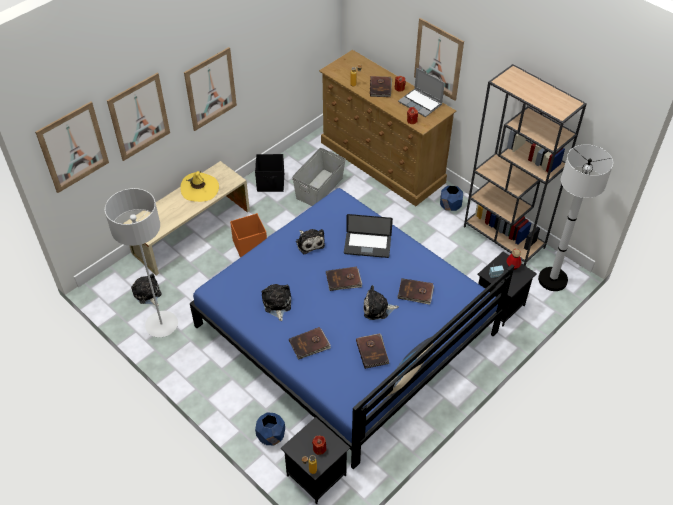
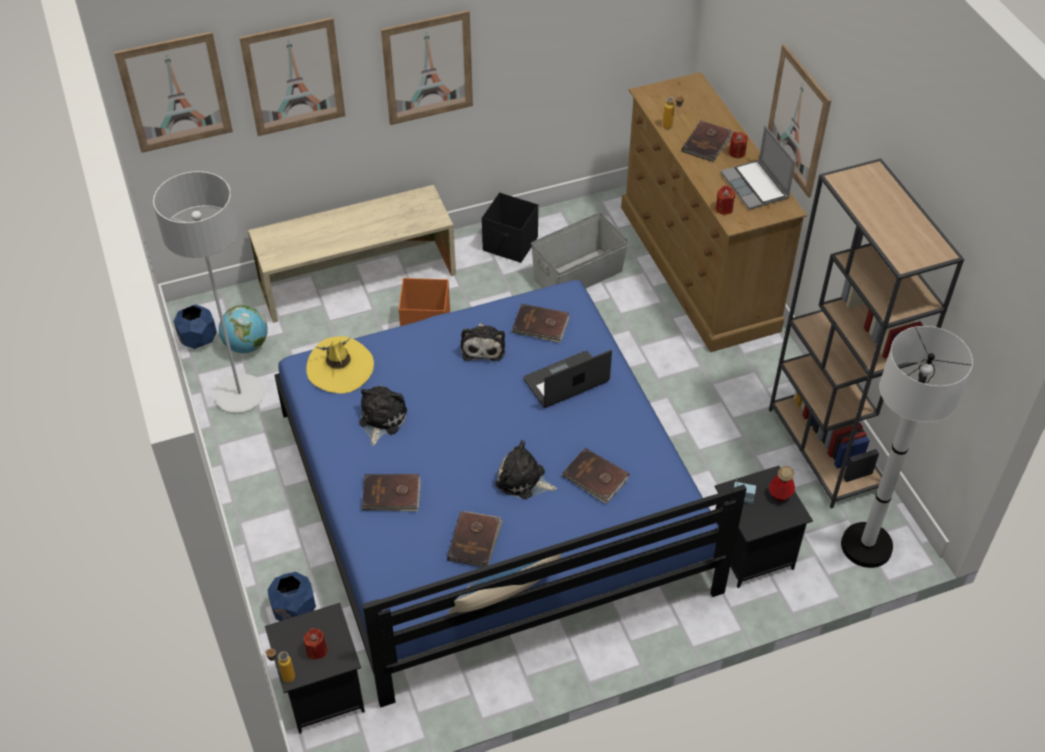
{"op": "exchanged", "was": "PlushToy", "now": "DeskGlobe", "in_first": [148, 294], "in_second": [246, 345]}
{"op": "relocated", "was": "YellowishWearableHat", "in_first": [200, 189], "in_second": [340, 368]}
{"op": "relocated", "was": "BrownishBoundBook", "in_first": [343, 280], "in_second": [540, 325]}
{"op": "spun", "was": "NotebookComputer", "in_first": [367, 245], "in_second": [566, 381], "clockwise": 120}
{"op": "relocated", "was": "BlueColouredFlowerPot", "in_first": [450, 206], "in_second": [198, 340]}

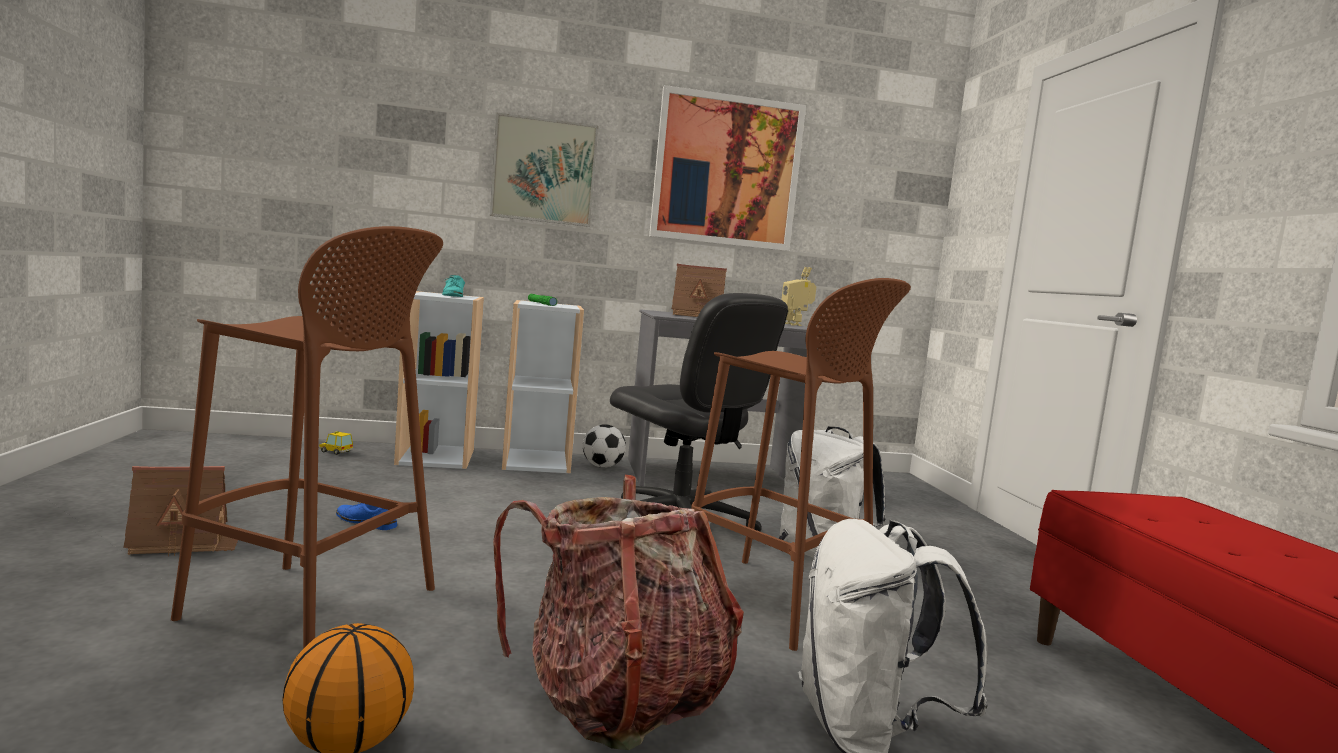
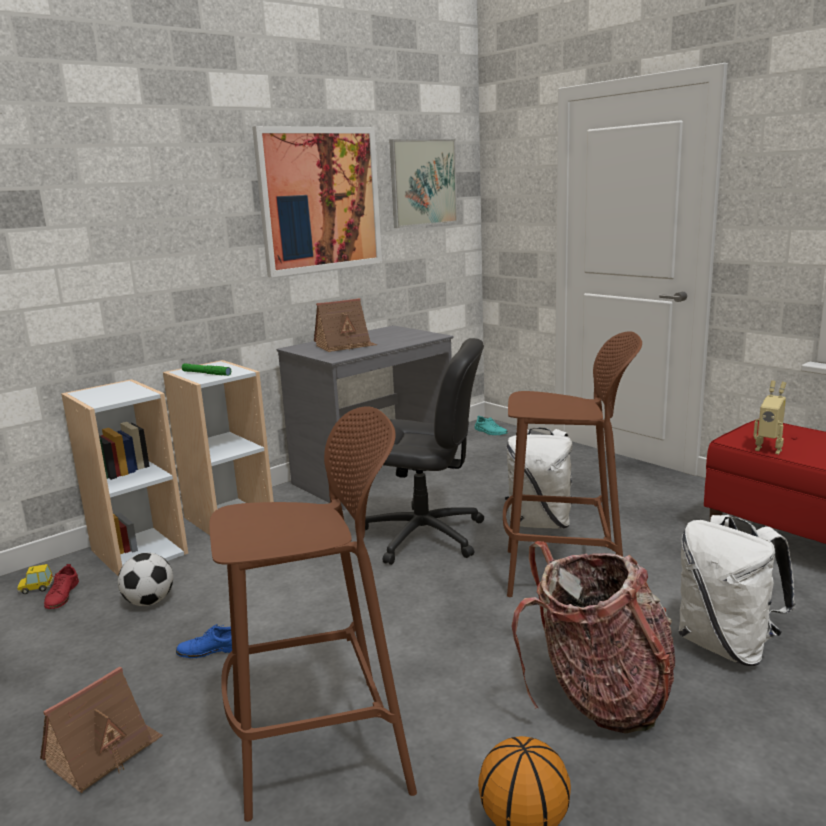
{"op": "relocated", "was": "BlueGreenShoe", "in_first": [453, 296], "in_second": [490, 432]}
{"op": "relocated", "was": "WallArt", "in_first": [544, 171], "in_second": [423, 182]}
{"op": "relocated", "was": "BallForFootball", "in_first": [602, 466], "in_second": [149, 602]}
{"op": "relocated", "was": "ModelRobot", "in_first": [795, 325], "in_second": [769, 449]}
{"op": "appeared", "now": "RedColouredShoe", "in_second": [62, 595]}

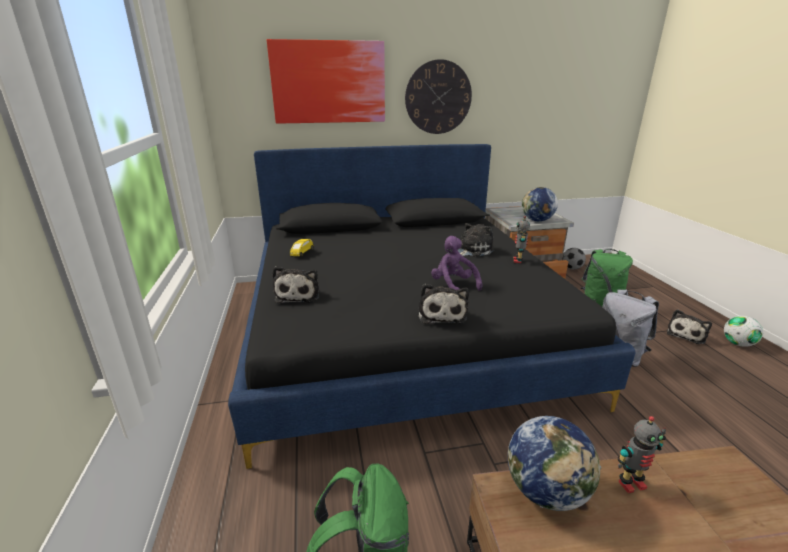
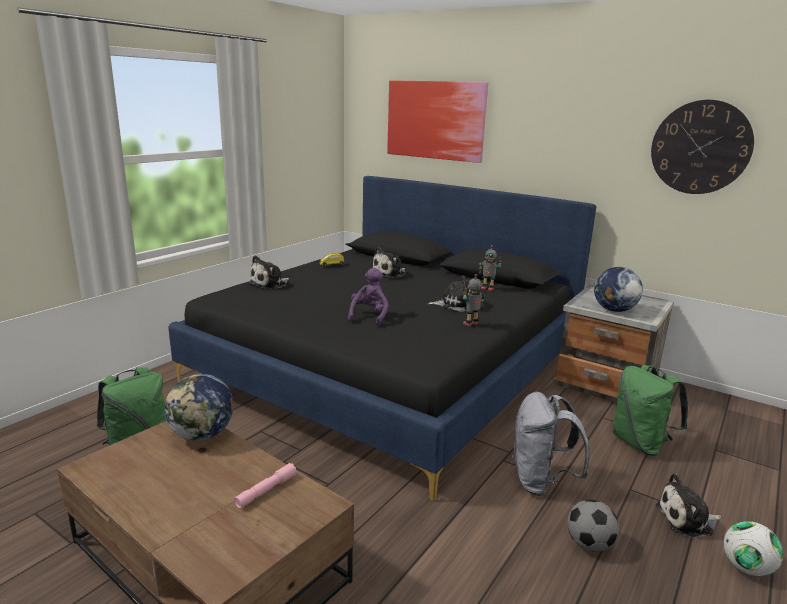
{"op": "relocated", "was": "ClockOnTheWall", "in_first": [438, 97], "in_second": [700, 147]}
{"op": "relocated", "was": "PlushToy", "in_first": [442, 313], "in_second": [390, 273]}
{"op": "relocated", "was": "BallForFootball", "in_first": [572, 268], "in_second": [589, 544]}
{"op": "relocated", "was": "ModelRobot", "in_first": [630, 483], "in_second": [487, 288]}
{"op": "appeared", "now": "PinkColouredFlashlight", "in_second": [266, 491]}

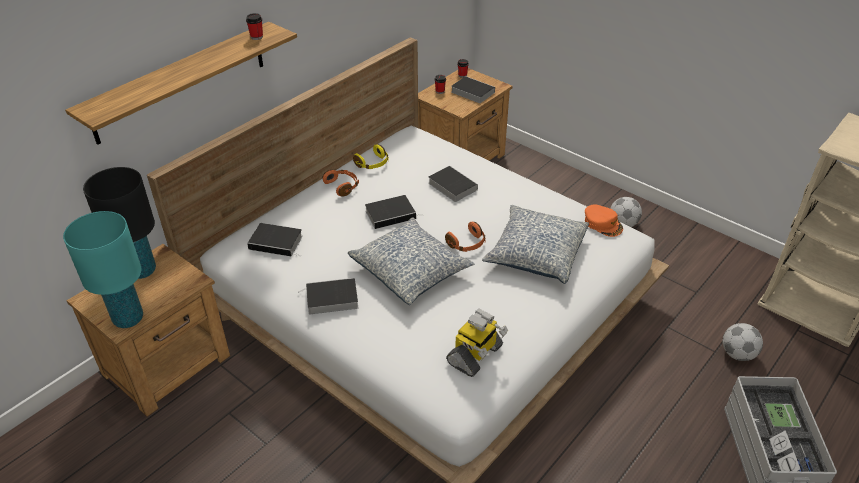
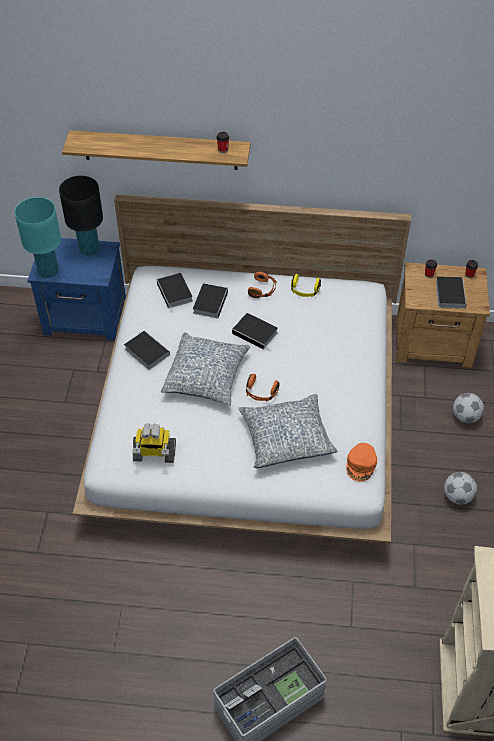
{"op": "colour", "was": "BrownishNightTable", "now": "BlueColouredNightTable", "in_first": [169, 365], "in_second": [86, 317]}
{"op": "relocated", "was": "BoundBook", "in_first": [451, 186], "in_second": [210, 302]}
{"op": "relocated", "was": "BallForFootball", "in_first": [737, 354], "in_second": [465, 417]}

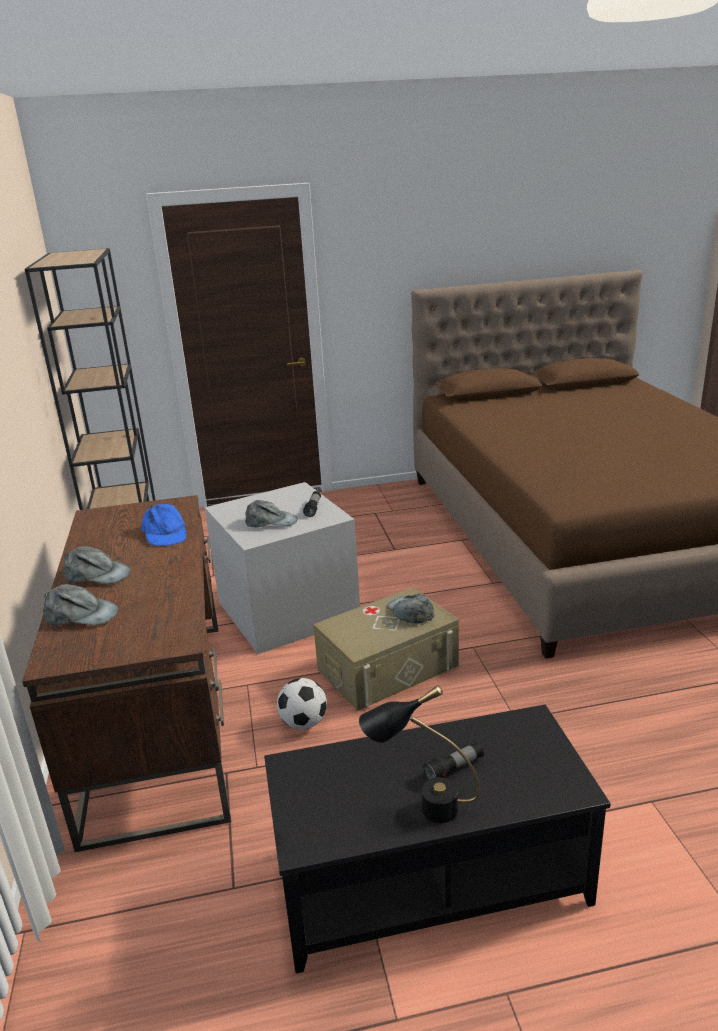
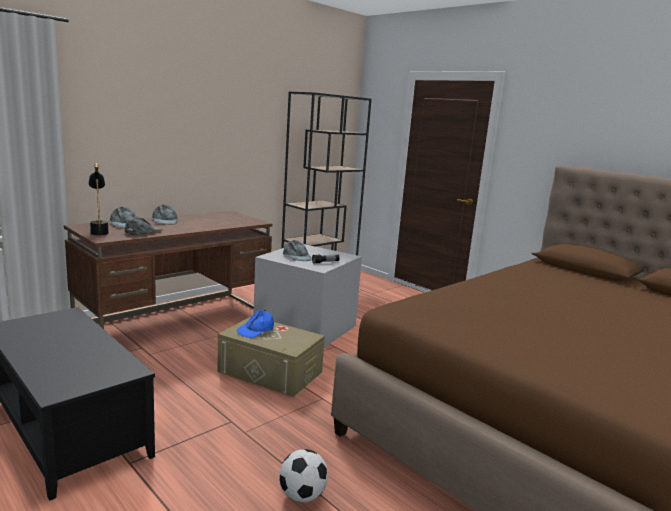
{"op": "relocated", "was": "BlueColouredPeakedCap", "in_first": [165, 533], "in_second": [256, 330]}
{"op": "relocated", "was": "BallForFootball", "in_first": [304, 723], "in_second": [302, 496]}
{"op": "relocated", "was": "BlackishLampForATable", "in_first": [421, 808], "in_second": [99, 231]}
{"op": "relocated", "was": "GreyPeakedCap", "in_first": [410, 611], "in_second": [143, 232]}
{"op": "missing", "was": "Flashlight", "in_first": [454, 768]}

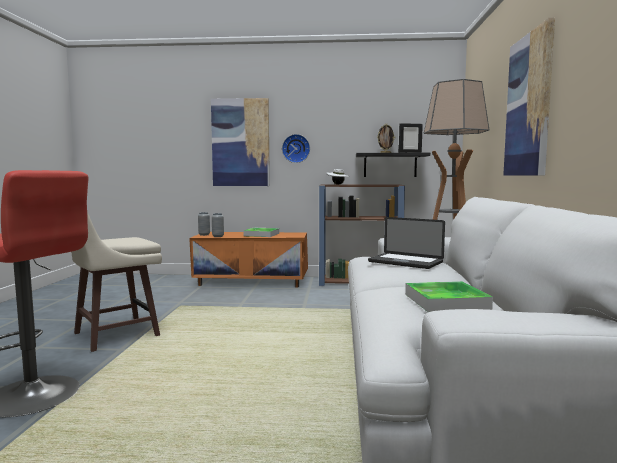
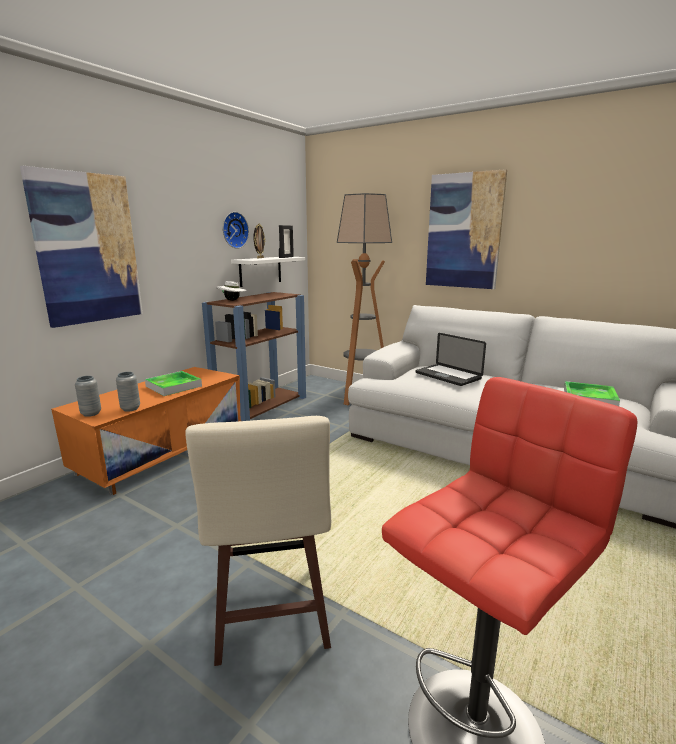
{"op": "relocated", "was": "ClockOnTheWall", "in_first": [296, 148], "in_second": [234, 230]}
{"op": "colour", "was": "BlackishShelf", "now": "WhitishShelf", "in_first": [390, 165], "in_second": [260, 271]}
{"op": "spun", "was": "NotebookComputer", "in_first": [405, 262], "in_second": [448, 376], "clockwise": 75}

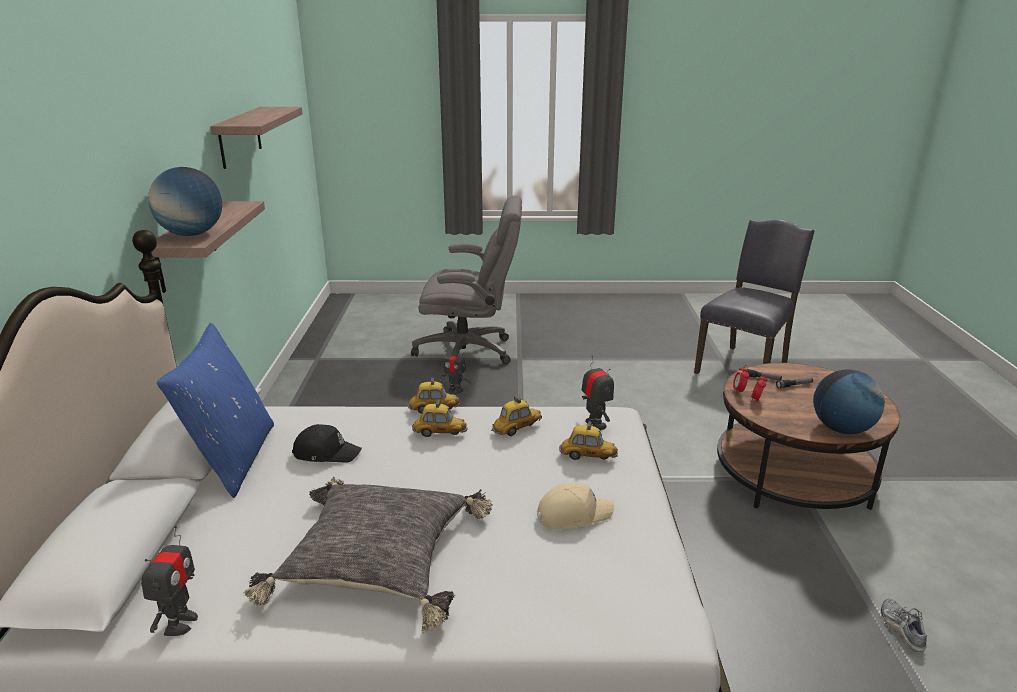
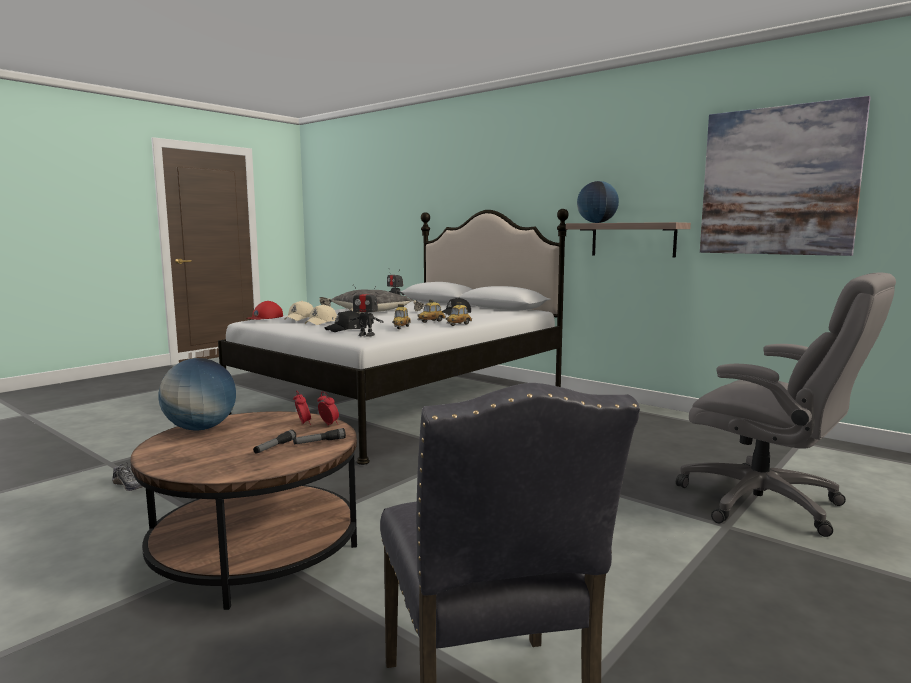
{"op": "missing", "was": "BlueColouredCushion", "in_first": [233, 459]}
{"op": "exchanged", "was": "Shelf", "now": "WallArt", "in_first": [240, 137], "in_second": [778, 181]}
{"op": "spun", "was": "GreyOfficeChair", "in_first": [471, 353], "in_second": [771, 506], "clockwise": -90}
{"op": "missing", "was": "ModelRobot", "in_first": [455, 390]}
{"op": "exchanged", "was": "MiniatureCar", "now": "BlackishPeakedCap", "in_first": [588, 456], "in_second": [347, 329]}
{"op": "appeared", "now": "RedColouredPeakedCap", "in_second": [265, 317]}
{"op": "appeared", "now": "BeigePeakedCap", "in_second": [300, 318]}

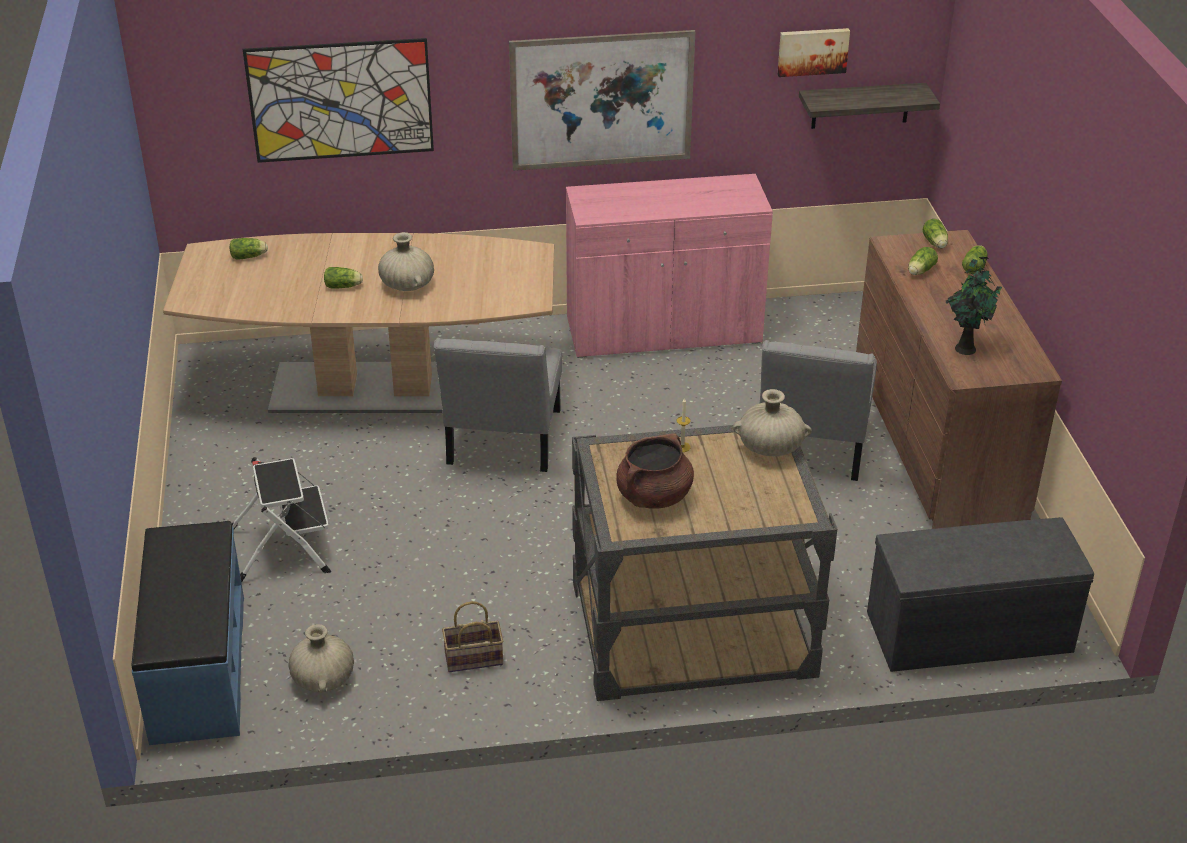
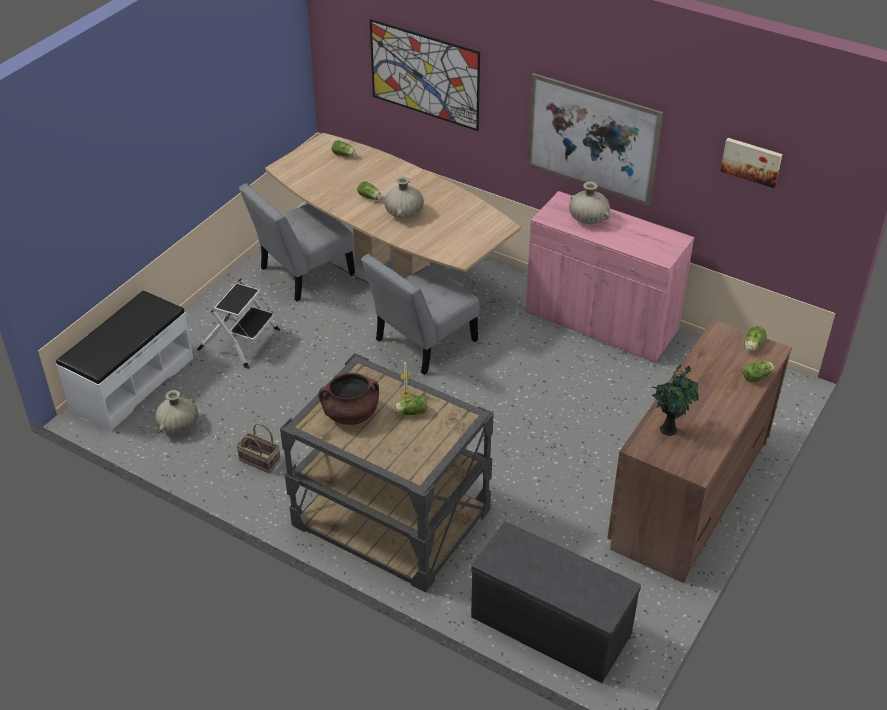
{"op": "colour", "was": "BlueColouredLongSeat", "now": "WhitishLongSeat", "in_first": [197, 668], "in_second": [132, 383]}
{"op": "relocated", "was": "BeigeFlowerVase", "in_first": [770, 448], "in_second": [588, 219]}
{"op": "relocated", "was": "GreyChair", "in_first": [810, 448], "in_second": [302, 273]}
{"op": "missing", "was": "Shelf", "in_first": [860, 105]}
{"op": "relocated", "was": "Lettuce", "in_first": [920, 271], "in_second": [410, 412]}

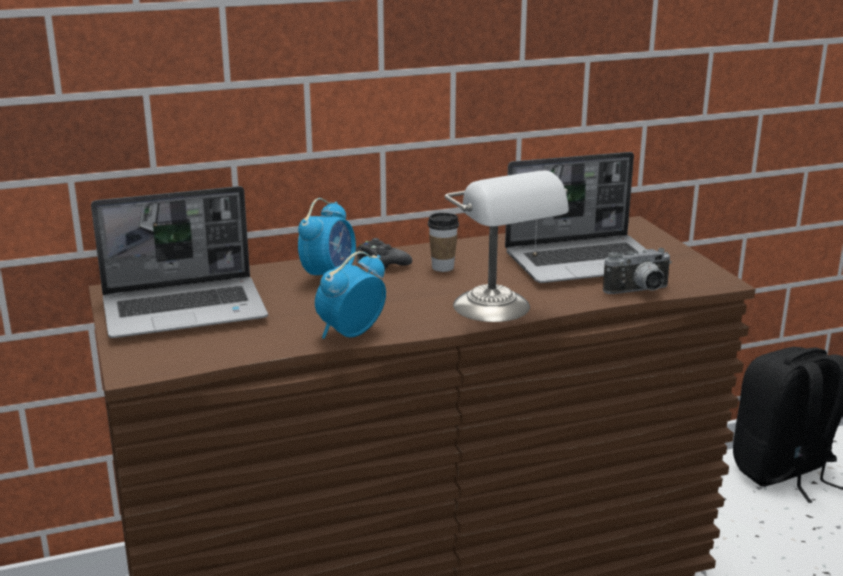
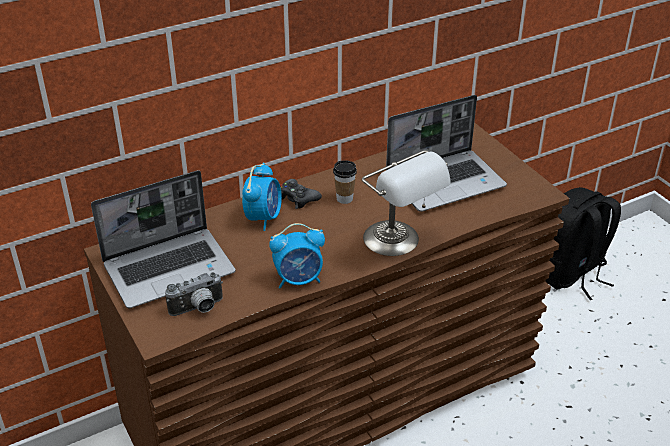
{"op": "spun", "was": "BedsideClock", "in_first": [350, 333], "in_second": [299, 279], "clockwise": -135}
{"op": "relocated", "was": "StillCamera", "in_first": [639, 292], "in_second": [198, 309]}

